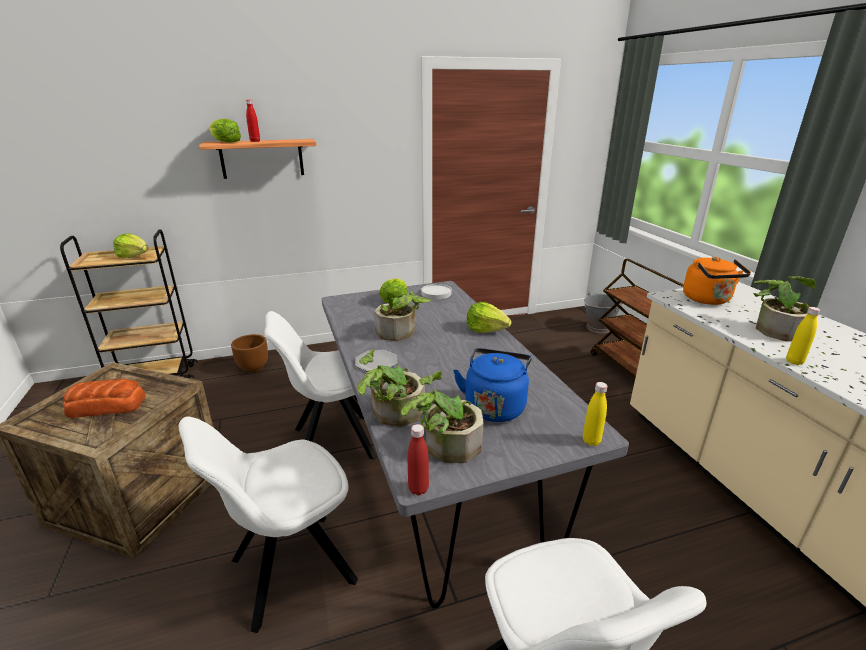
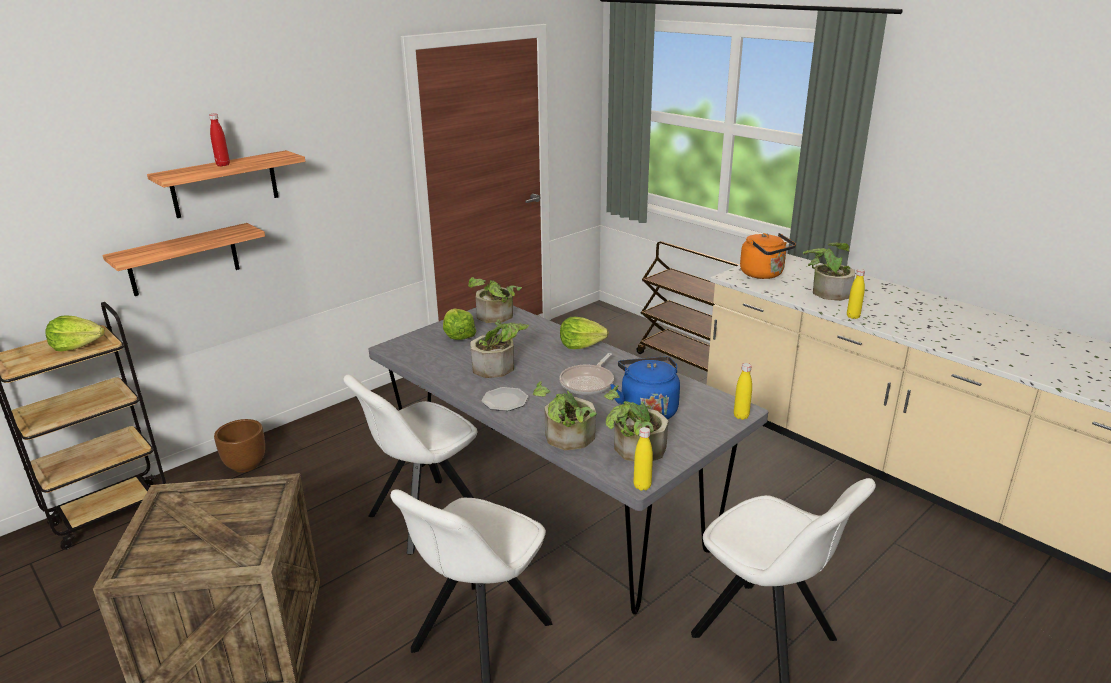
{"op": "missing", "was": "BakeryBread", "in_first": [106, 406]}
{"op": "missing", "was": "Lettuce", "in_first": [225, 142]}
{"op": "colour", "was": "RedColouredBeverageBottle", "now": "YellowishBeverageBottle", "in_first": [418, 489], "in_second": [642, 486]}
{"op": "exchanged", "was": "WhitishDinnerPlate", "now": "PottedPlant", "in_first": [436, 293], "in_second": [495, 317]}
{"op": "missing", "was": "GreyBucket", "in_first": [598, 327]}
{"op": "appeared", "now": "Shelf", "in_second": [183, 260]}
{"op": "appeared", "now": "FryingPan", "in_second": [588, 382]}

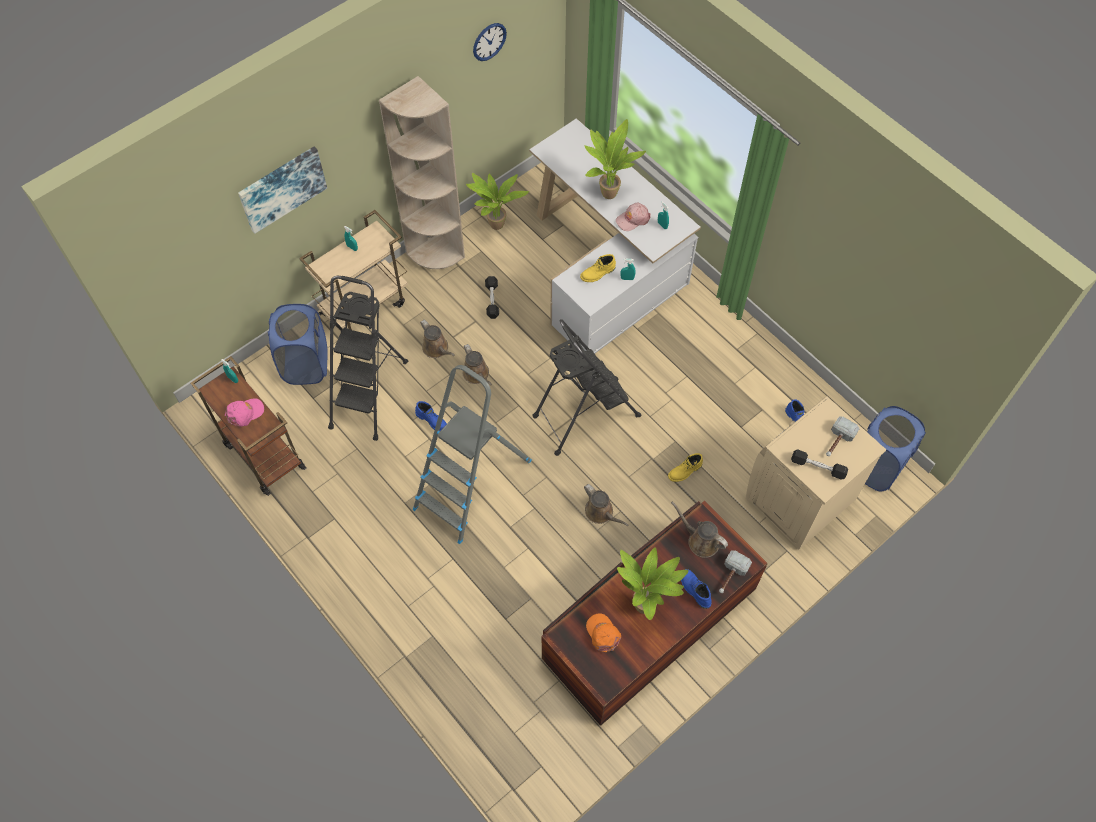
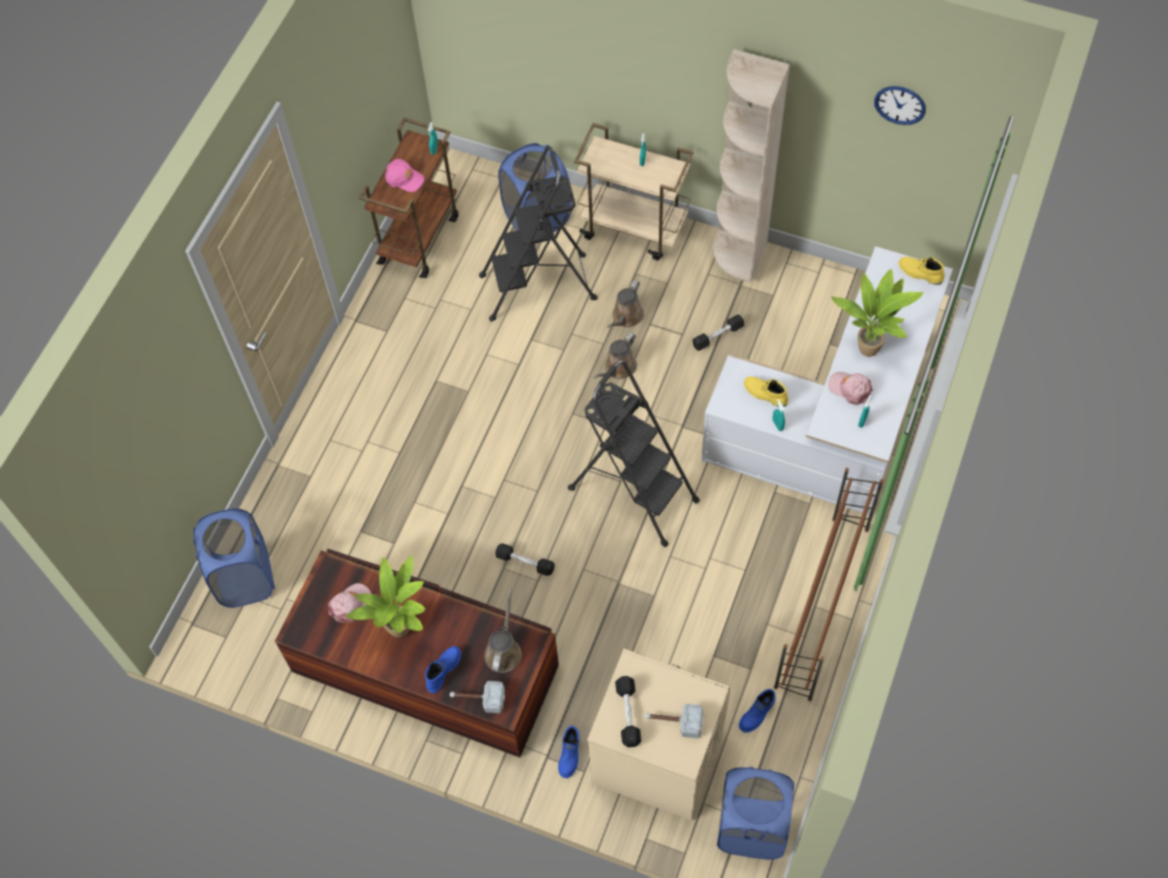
{"op": "missing", "was": "WallArt", "in_first": [282, 188]}
{"op": "missing", "was": "GreyStepStool", "in_first": [472, 485]}
{"op": "relocated", "was": "BlueColouredBoot", "in_first": [432, 420], "in_second": [570, 755]}
{"op": "missing", "was": "PottedPlant", "in_first": [496, 227]}
{"op": "exchanged", "was": "BrownishSprinklingCan", "now": "BlackishFreeWeight", "in_first": [601, 513], "in_second": [525, 562]}
{"op": "colour", "was": "OrangePeakedCap", "now": "PinkColouredPeakedCap", "in_first": [603, 633], "in_second": [350, 604]}
{"op": "relocated", "was": "YellowishBoot", "in_first": [685, 471], "in_second": [920, 273]}
{"op": "appeared", "now": "BlueColouredLaundryBasket", "in_second": [245, 577]}
{"op": "appeared", "now": "BrownishShoeShelf", "in_second": [821, 607]}

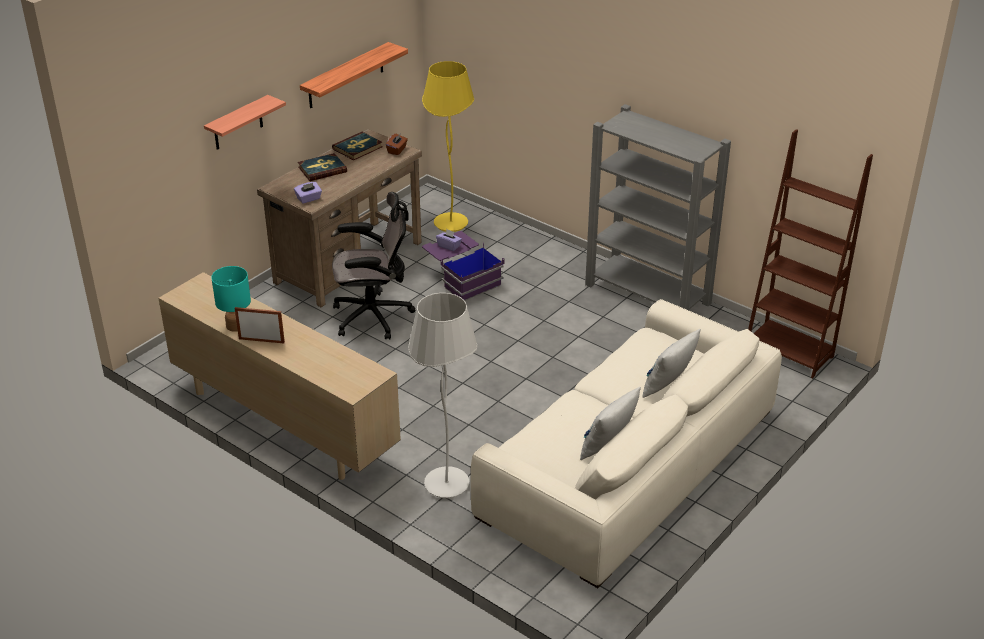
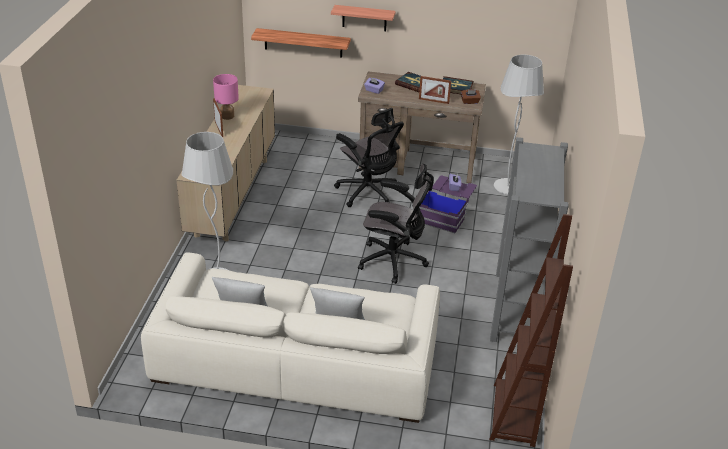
{"op": "colour", "was": "BlueGreenLampForATable", "now": "PinkColouredLampForATable", "in_first": [236, 325], "in_second": [227, 116]}
{"op": "relocated", "was": "Shelf", "in_first": [346, 76], "in_second": [303, 43]}
{"op": "colour", "was": "YellowishStandingLamp", "now": "WhitishStandingLamp", "in_first": [450, 224], "in_second": [507, 188]}
{"op": "appeared", "now": "OfficeChair", "in_second": [393, 260]}
{"op": "appeared", "now": "PhotoFrame", "in_second": [433, 101]}

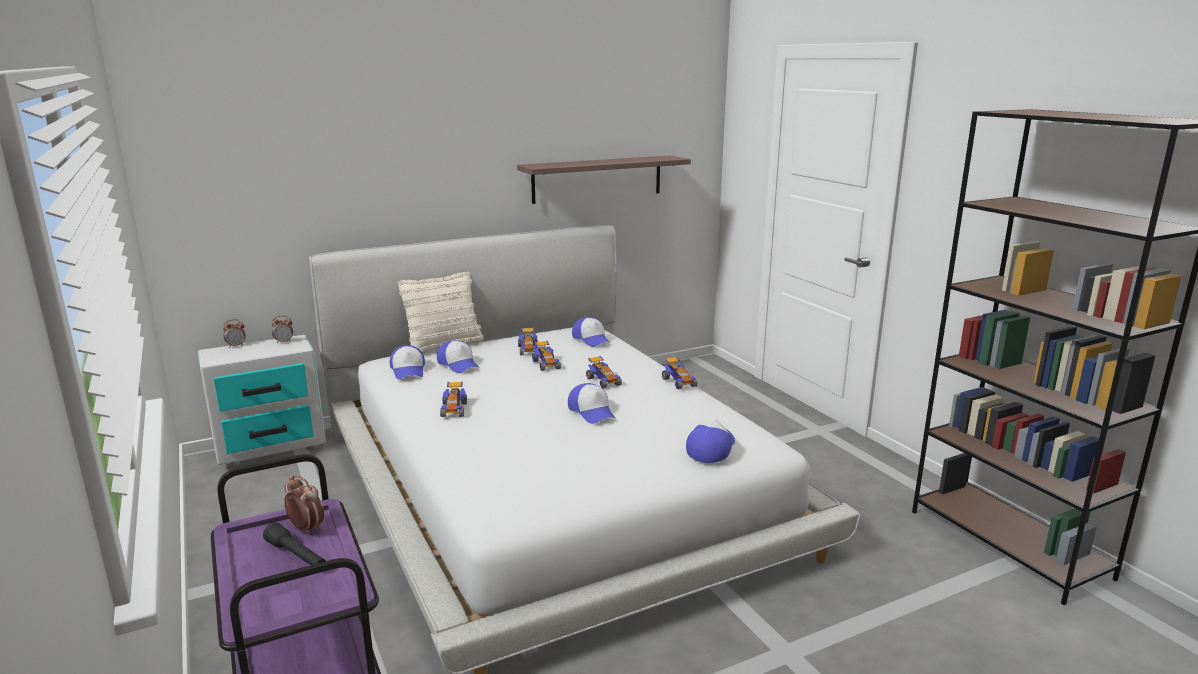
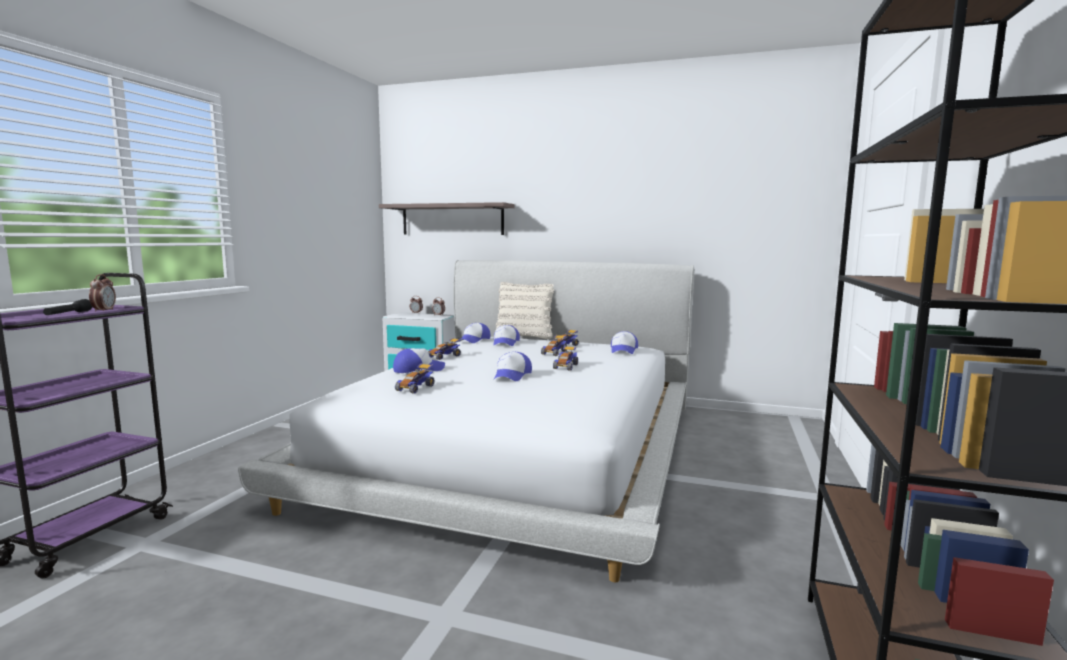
{"op": "relocated", "was": "Shelf", "in_first": [597, 179], "in_second": [452, 219]}
{"op": "relocated", "was": "MiniatureCar", "in_first": [678, 382], "in_second": [415, 388]}
{"op": "relocated", "was": "PeakedCap", "in_first": [711, 448], "in_second": [418, 369]}

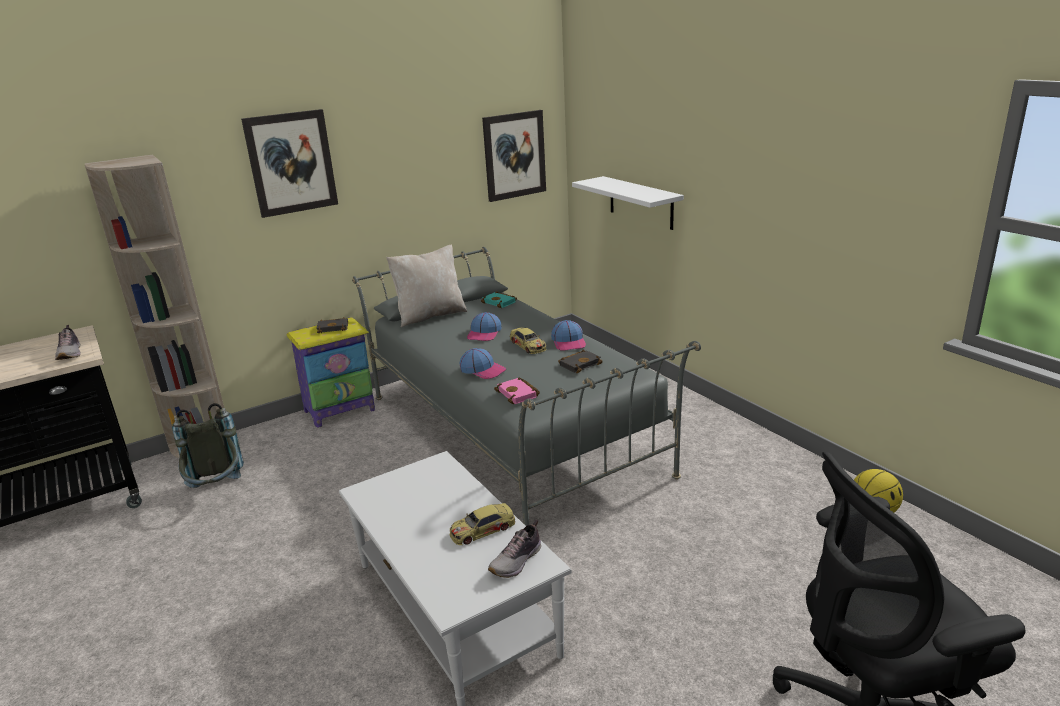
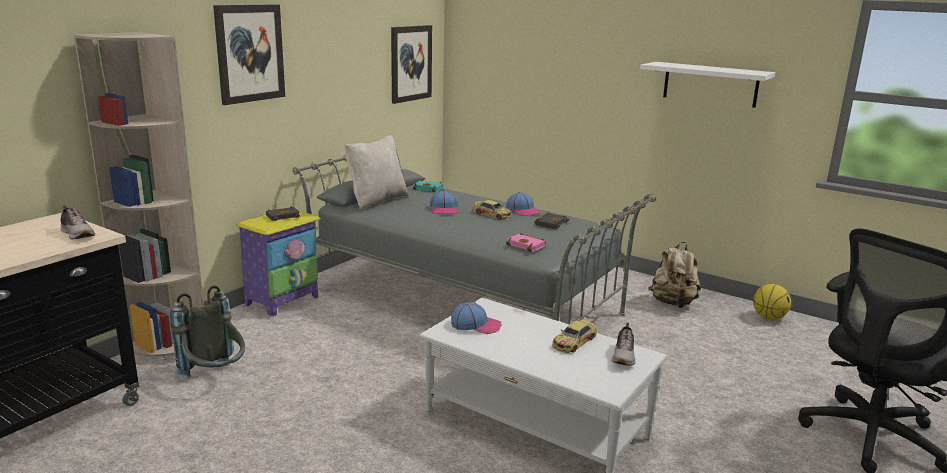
{"op": "relocated", "was": "PeakedCap", "in_first": [483, 370], "in_second": [476, 325]}
{"op": "relocated", "was": "WhitishShelf", "in_first": [641, 202], "in_second": [710, 84]}
{"op": "appeared", "now": "BeigeRucksack", "in_second": [673, 303]}

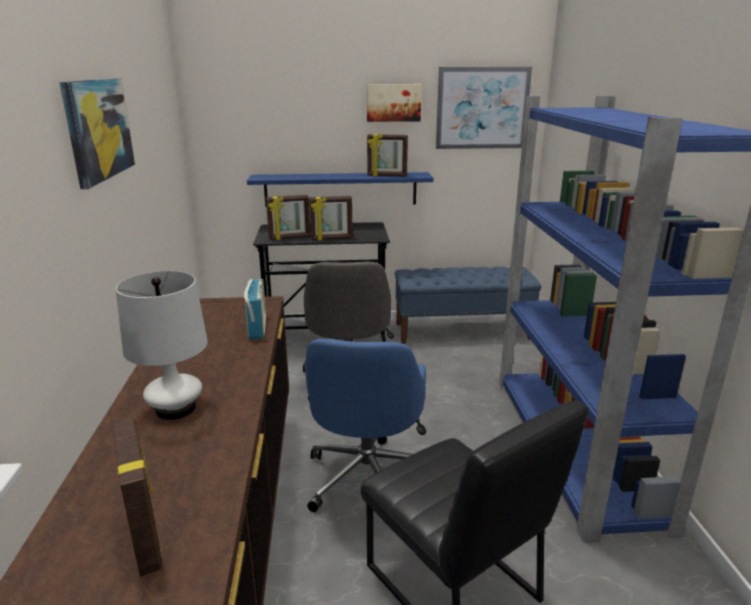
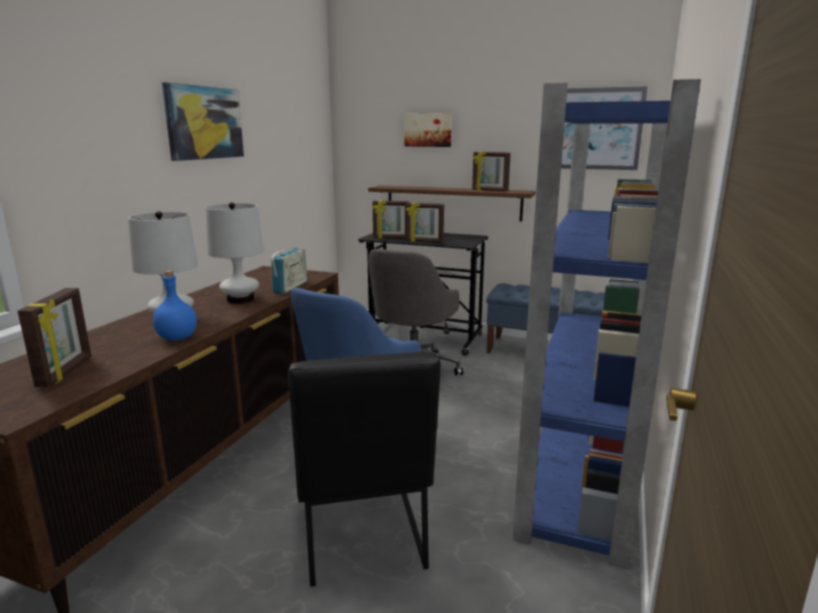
{"op": "colour", "was": "BlueColouredShelf", "now": "BrownishShelf", "in_first": [340, 189], "in_second": [453, 202]}
{"op": "relocated", "was": "WallArt", "in_first": [393, 102], "in_second": [428, 130]}
{"op": "appeared", "now": "BlueColouredBeverageBottle", "in_second": [177, 338]}
{"op": "appeared", "now": "WhitishLampForATable", "in_second": [240, 299]}

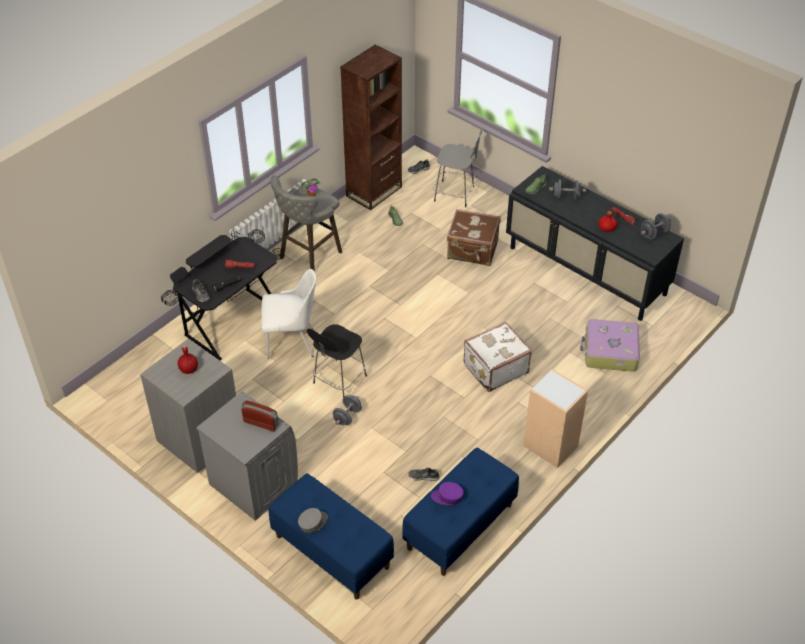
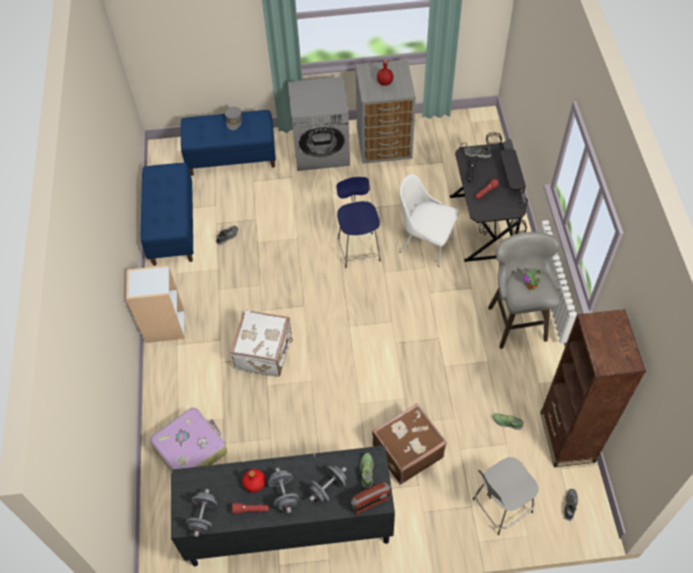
{"op": "relocated", "was": "RadioSet", "in_first": [261, 423], "in_second": [370, 502]}
{"op": "spun", "was": "WhitishChair", "in_first": [291, 343], "in_second": [425, 246], "clockwise": 75}
{"op": "colour", "was": "BlackishSittingStool", "now": "BlueColouredSittingStool", "in_first": [338, 380], "in_second": [358, 248]}
{"op": "relocated", "was": "GreyFreeWeight", "in_first": [347, 417], "in_second": [284, 494]}
{"op": "missing", "was": "PurplishPeakedCap", "in_first": [447, 497]}

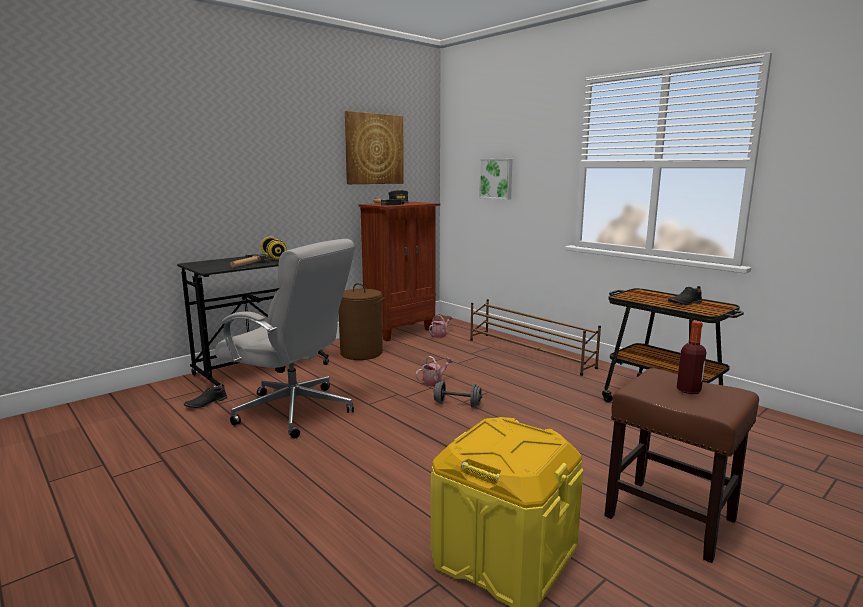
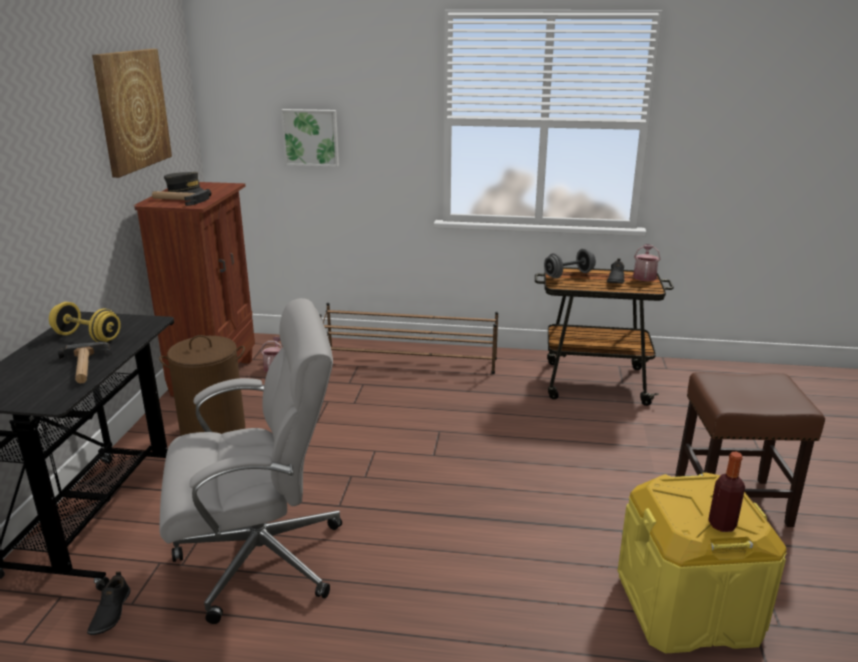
{"op": "relocated", "was": "SprinklingCan", "in_first": [434, 382], "in_second": [644, 276]}
{"op": "relocated", "was": "GreyFreeWeight", "in_first": [457, 404], "in_second": [568, 275]}
{"op": "relocated", "was": "BeverageBottle", "in_first": [688, 390], "in_second": [722, 525]}

